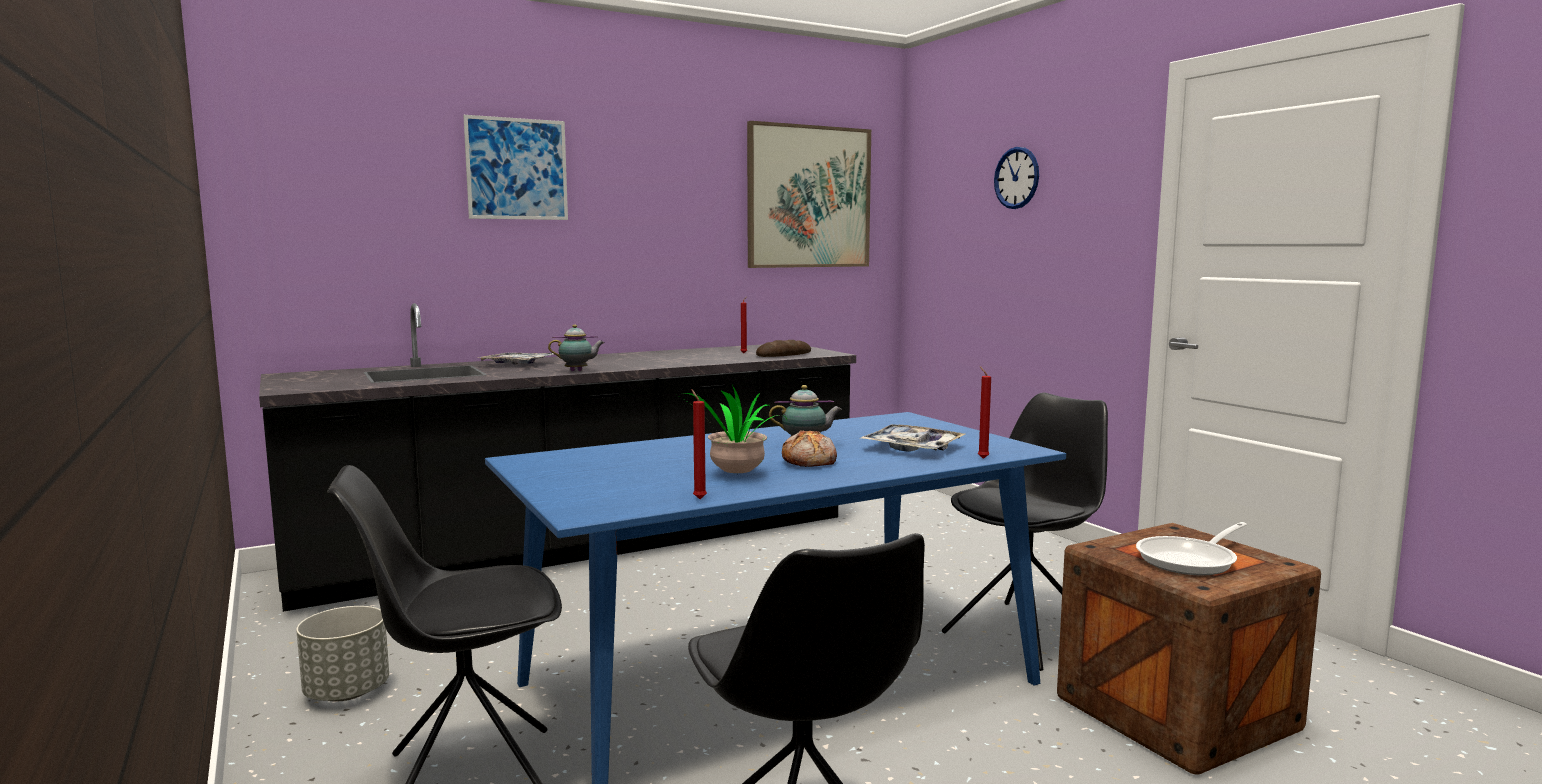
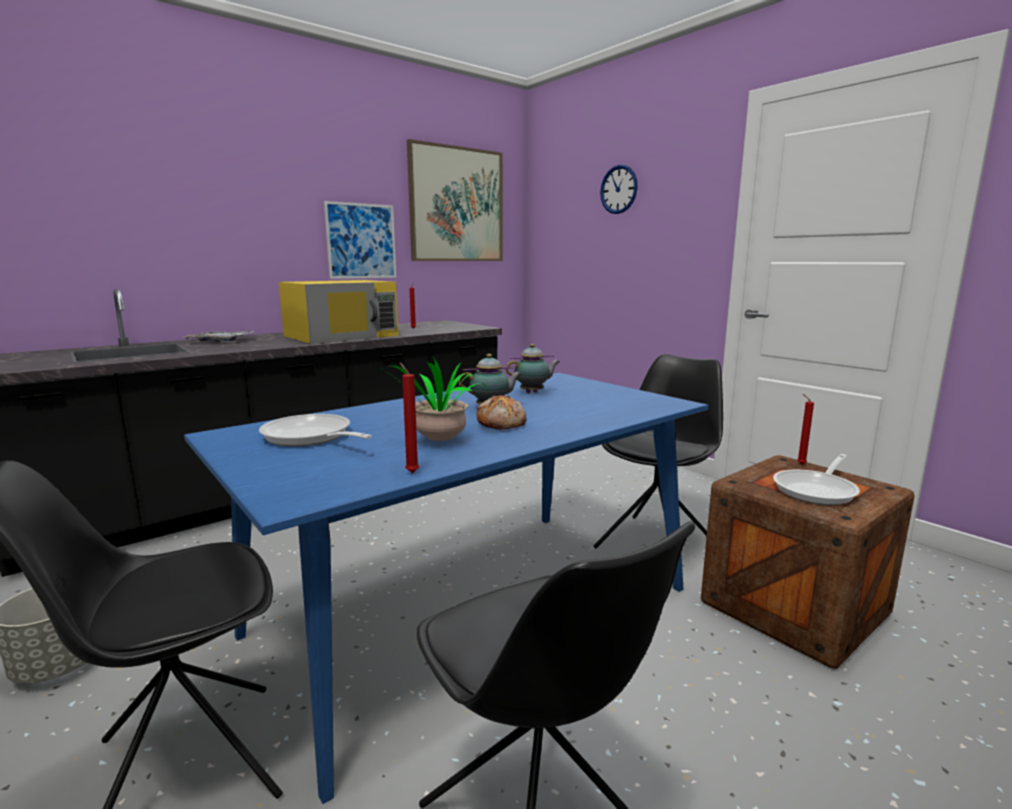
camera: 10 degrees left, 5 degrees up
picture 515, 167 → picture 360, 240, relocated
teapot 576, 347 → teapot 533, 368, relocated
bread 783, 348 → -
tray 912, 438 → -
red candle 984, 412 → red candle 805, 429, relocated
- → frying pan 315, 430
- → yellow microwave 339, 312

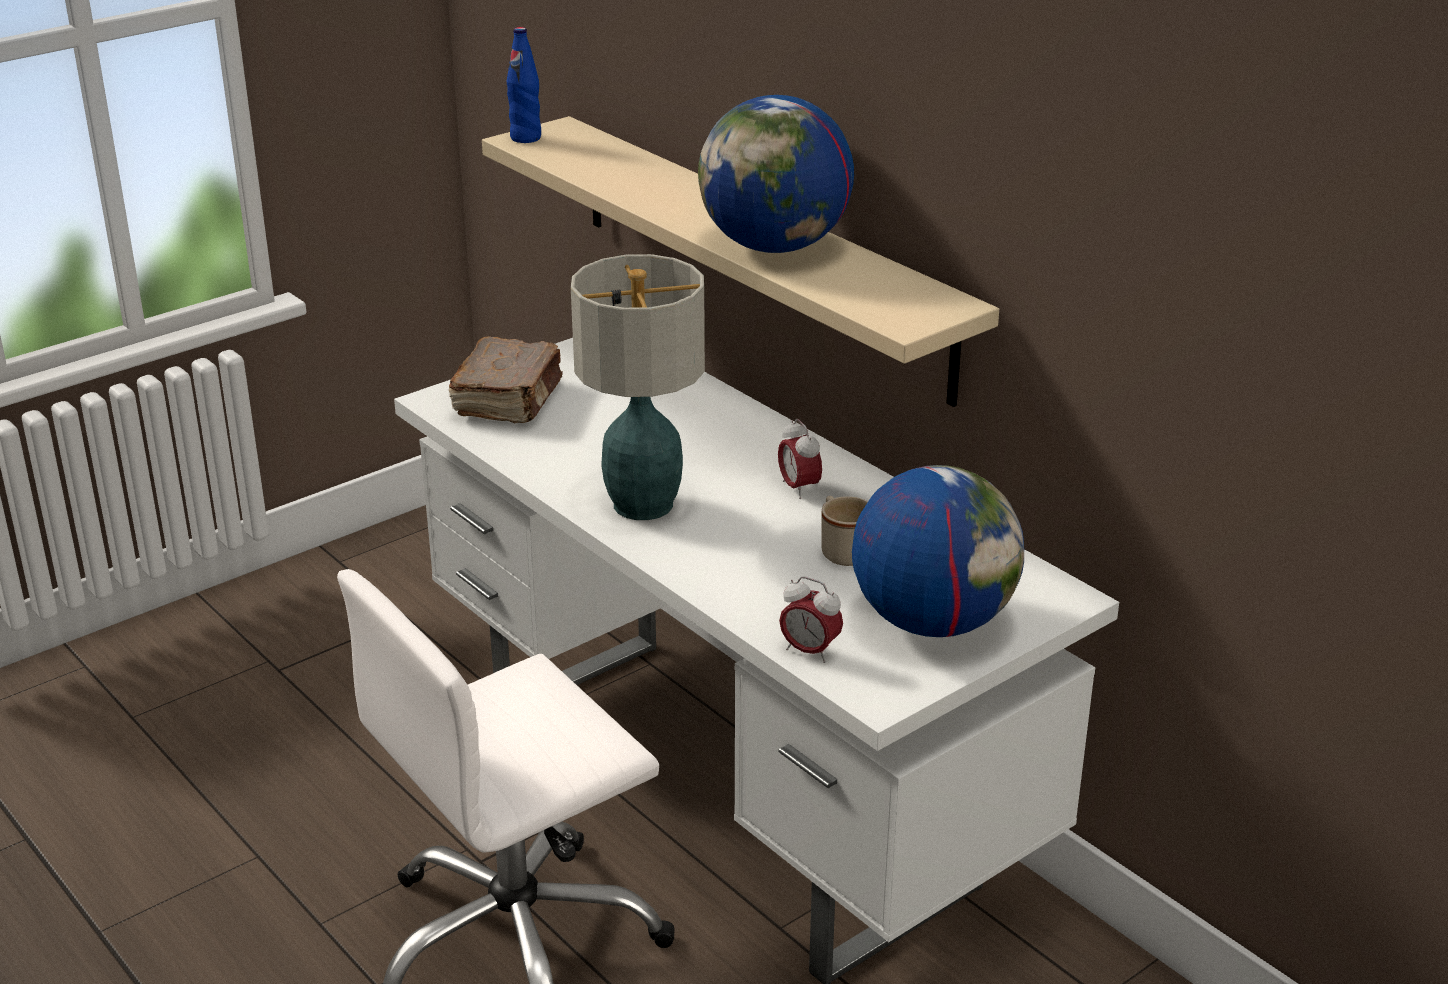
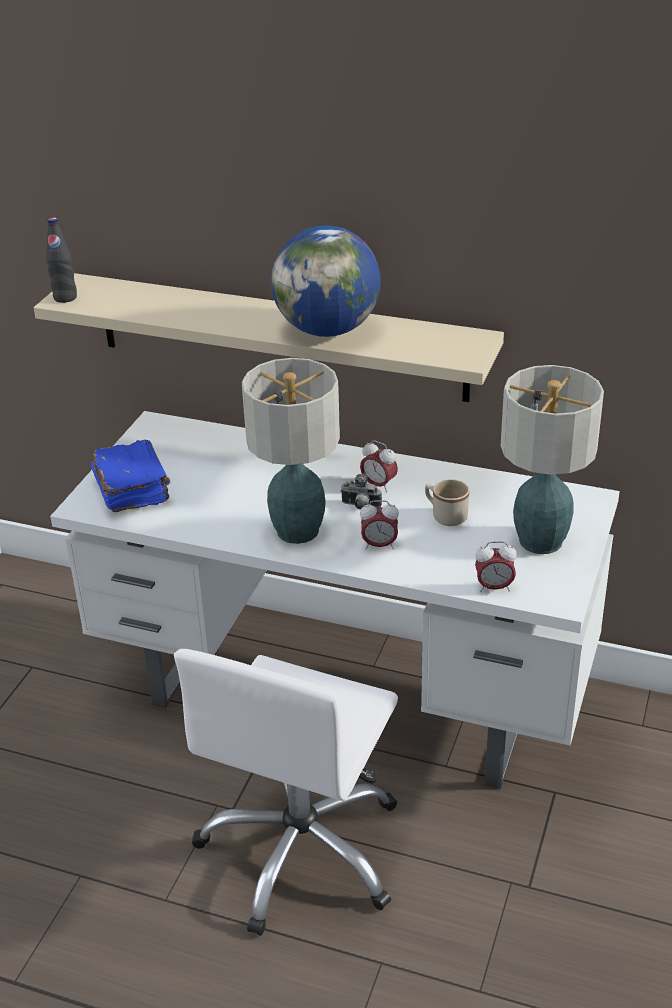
camera: 30 degrees left, 5 degrees up
brown book 506, 379 → blue book 130, 475
blue bottle 524, 85 → black bottle 61, 260
globe 938, 551 → table lamp 552, 459
- → photo camera 361, 491
- → alarm clock 379, 525

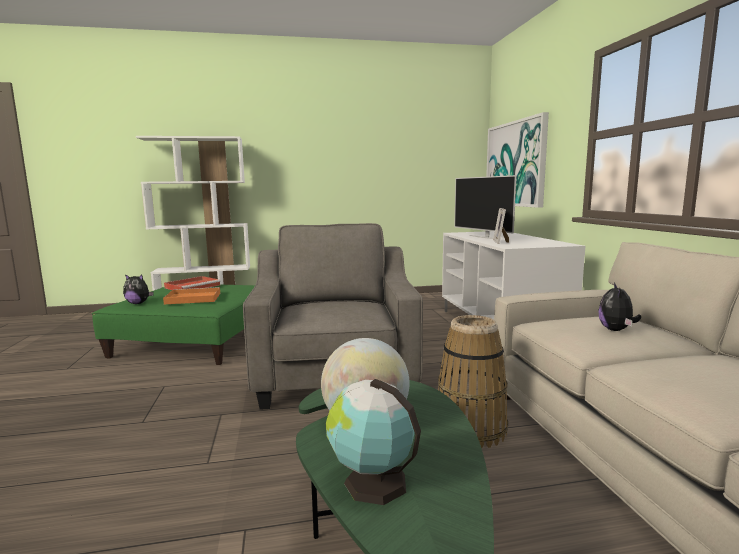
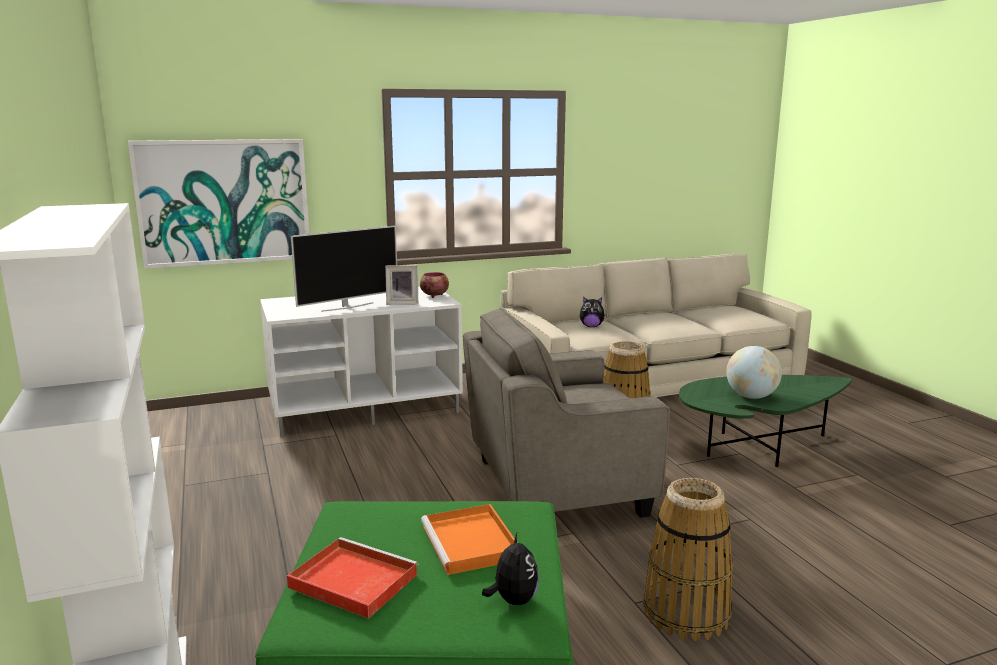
camera: 100 degrees left, 5 degrees up
globe 373, 442 → -
- → bowl 434, 285
- → basket 688, 559

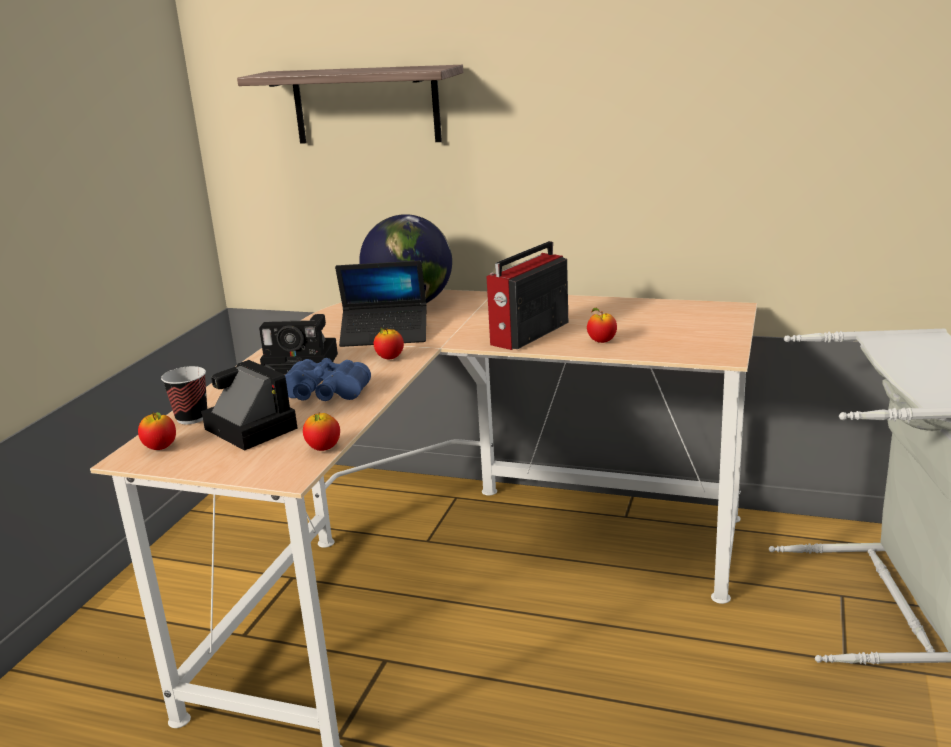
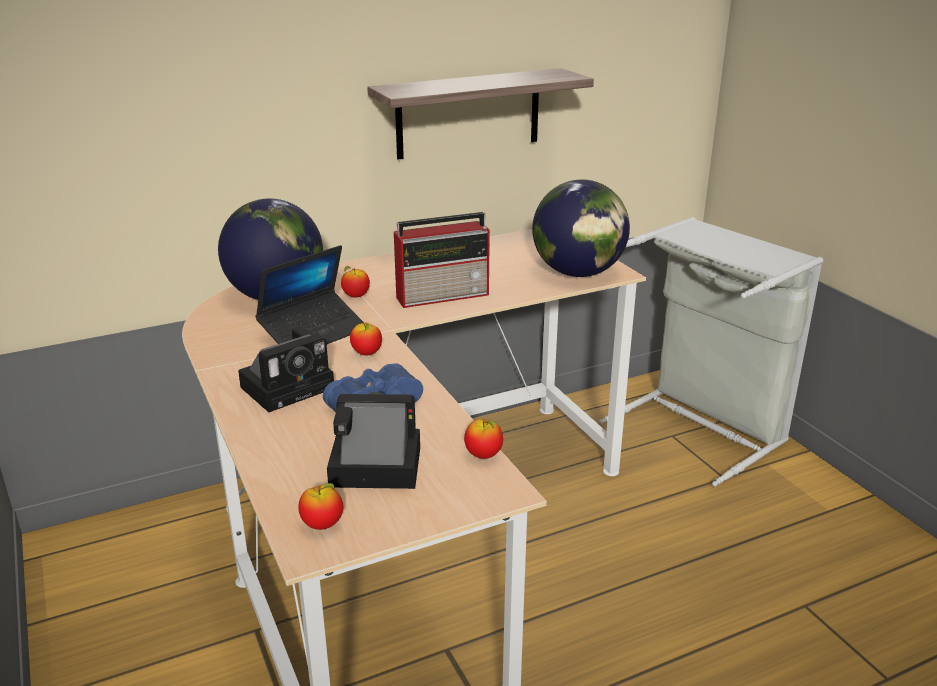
camera: 45 degrees left, 5 degrees up
cup 184, 395 → -
shelf 350, 104 → shelf 480, 114, relocated
radio 527, 295 → radio 442, 260, 105 degrees counterclockwise
apple 602, 325 → apple 355, 282, relocated
- → globe 581, 228

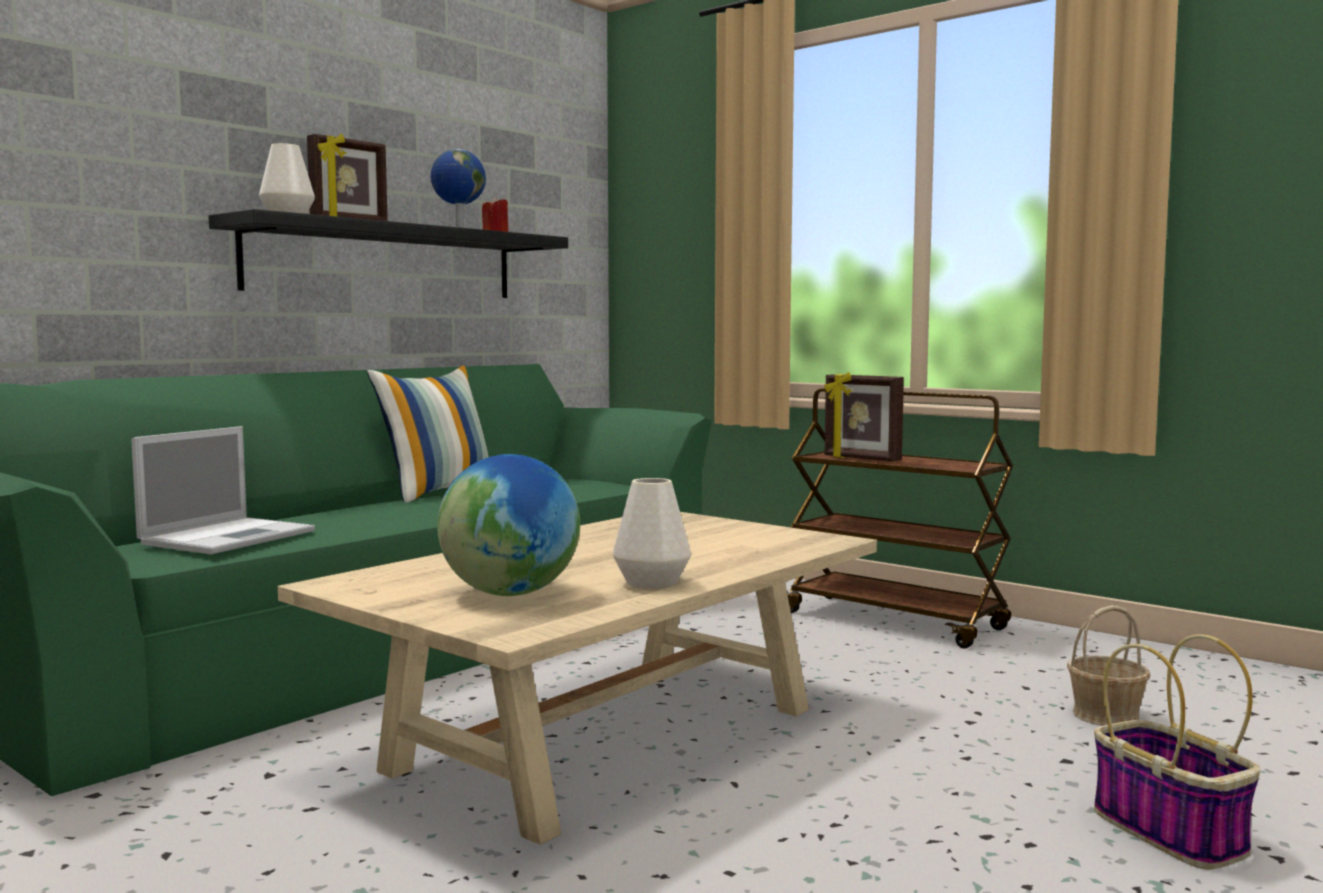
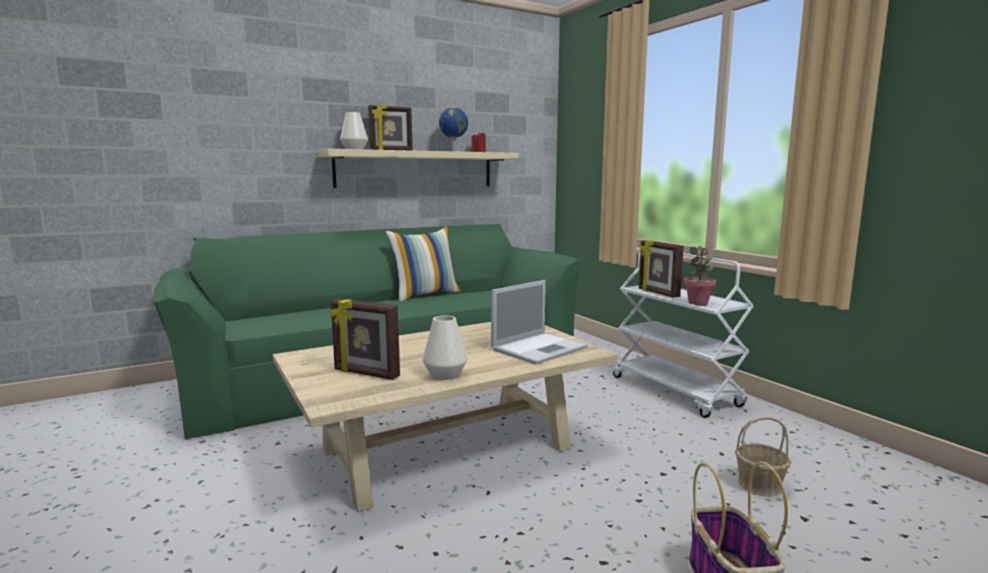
camera: 20 degrees right, 5 degrees up
laptop 223, 490 → laptop 539, 322, relocated
black shelf 388, 253 → beige shelf 418, 168
globe 508, 525 → picture frame 365, 339
brown cart 900, 518 → white cart 683, 333
- → potted plant 700, 275

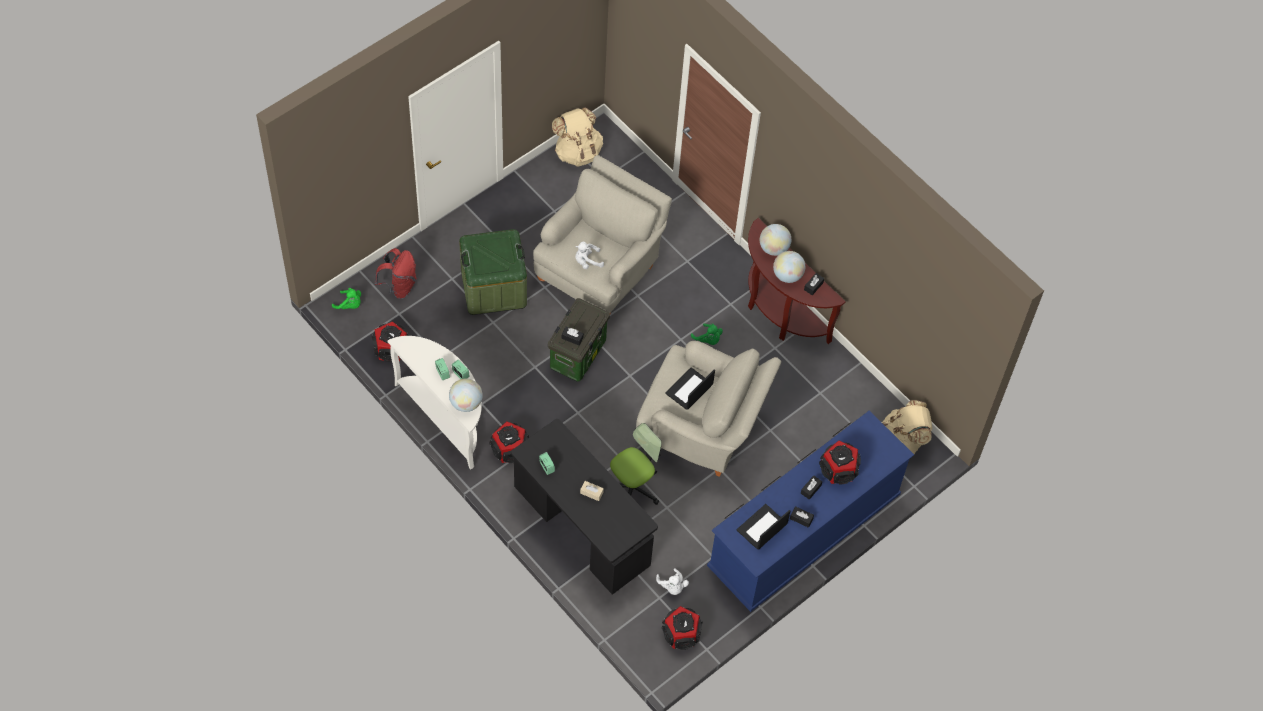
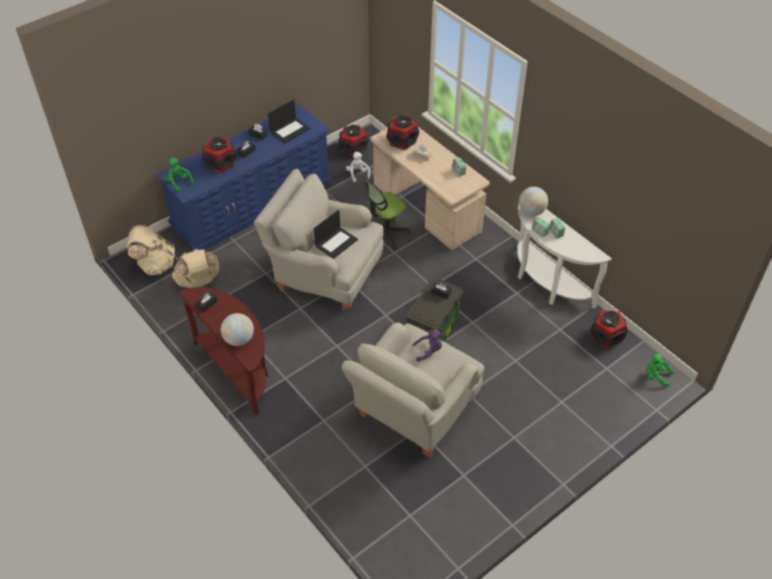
camera: 175 degrees left, 10 degrees down
red backpack 396, 273 → -
green storage box 493, 272 → -
speaker 509, 442 → speaker 403, 132, relocated
black desk 584, 507 → beige desk 430, 188
beige backpack 577, 137 → beige backpack 196, 268, relocated
white plush toy 589, 255 → purple plush toy 427, 345
green plush toy 707, 334 → green plush toy 179, 175, relocated
globe 789, 267 → -

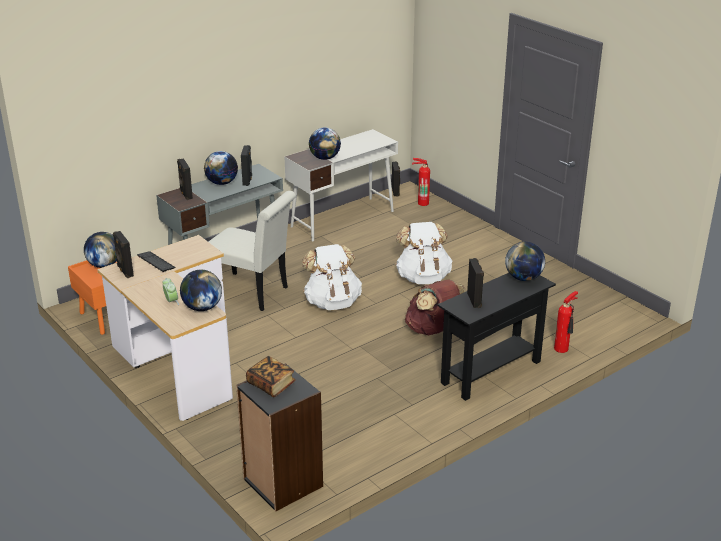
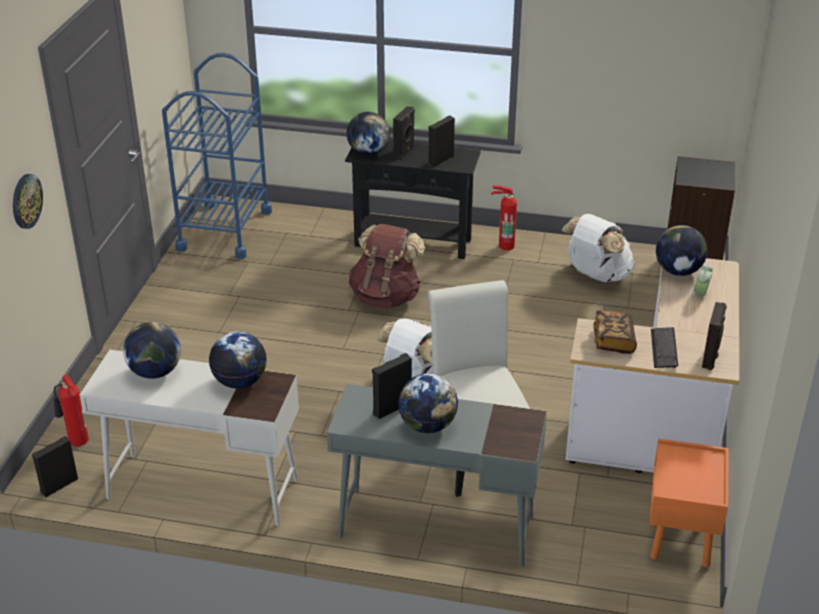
camera: 130 degrees left, 5 degrees up
globe 100, 250 → globe 152, 350, relocated
black speaker 185, 179 → black speaker 404, 132, relocated
book 271, 376 → book 615, 332, relocated
white backpack 423, 253 → white backpack 598, 248, relocated
fire extinguisher 566, 322 → fire extinguisher 504, 217, relocated
- → wall clock 28, 201
- → blue cart 217, 156

